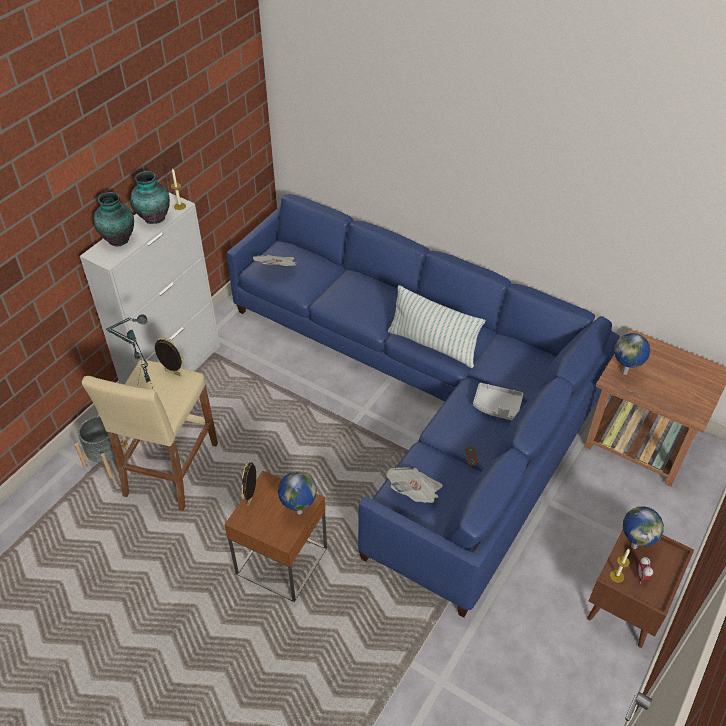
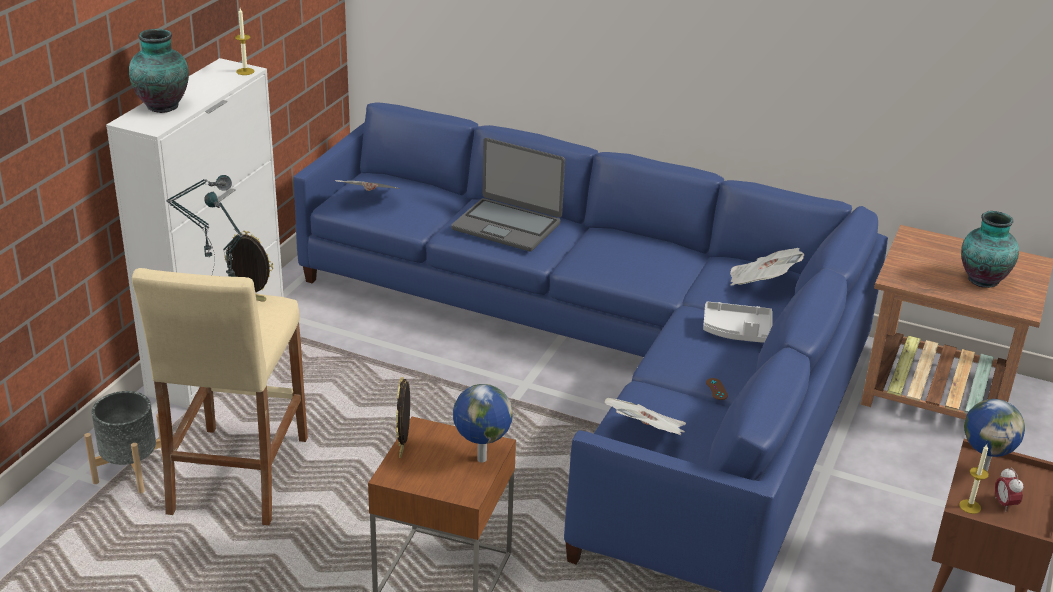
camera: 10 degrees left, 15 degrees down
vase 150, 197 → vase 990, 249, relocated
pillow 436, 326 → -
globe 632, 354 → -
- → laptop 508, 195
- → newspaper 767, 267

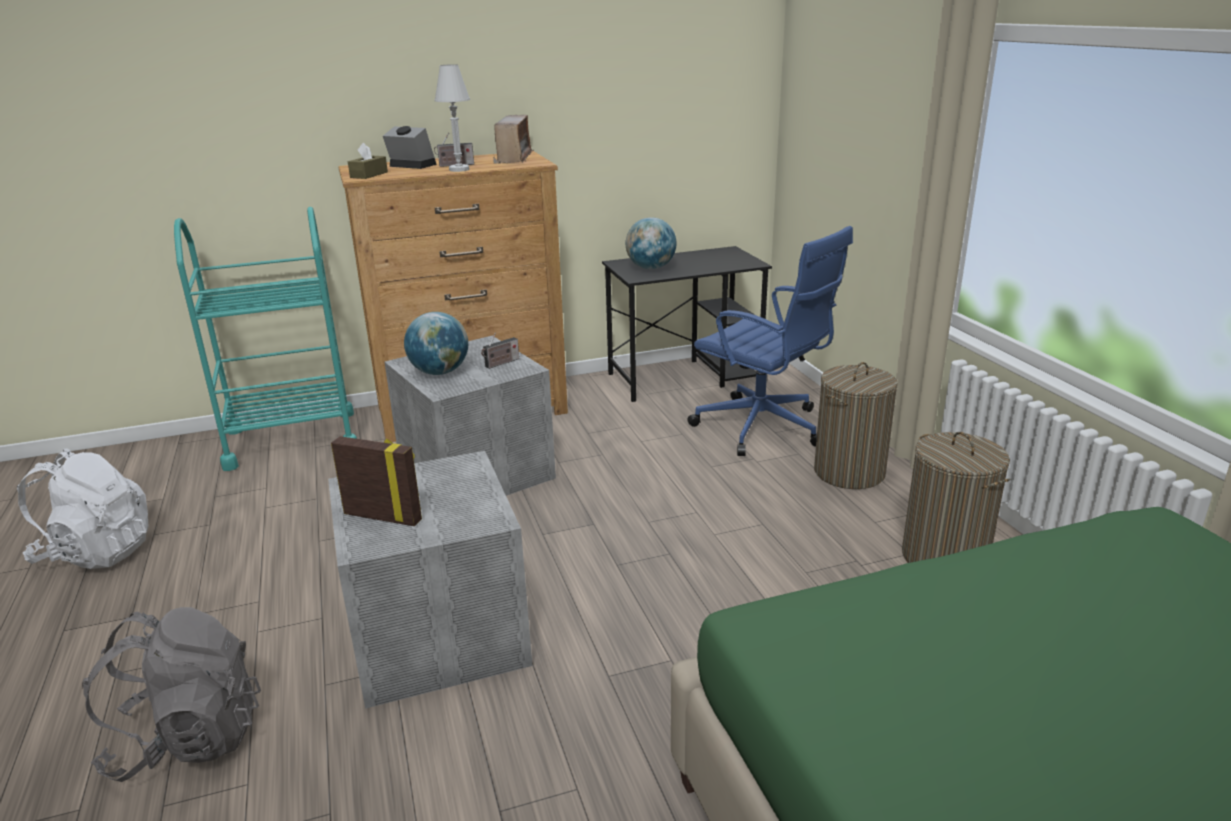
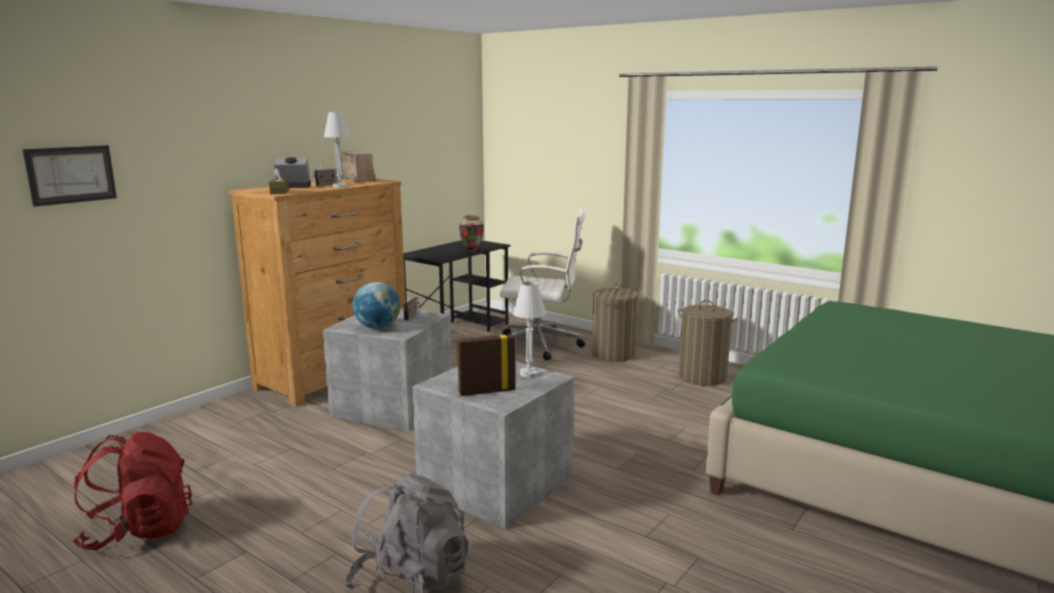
camera: 35 degrees left, 10 degrees down
white backpack 83, 509 → red backpack 132, 491
turquoise cart 265, 339 → -
globe 651, 243 → -
blue office chair 770, 341 → white office chair 542, 284
- → picture 69, 176
- → vase 471, 233
- → white table lamp 529, 329

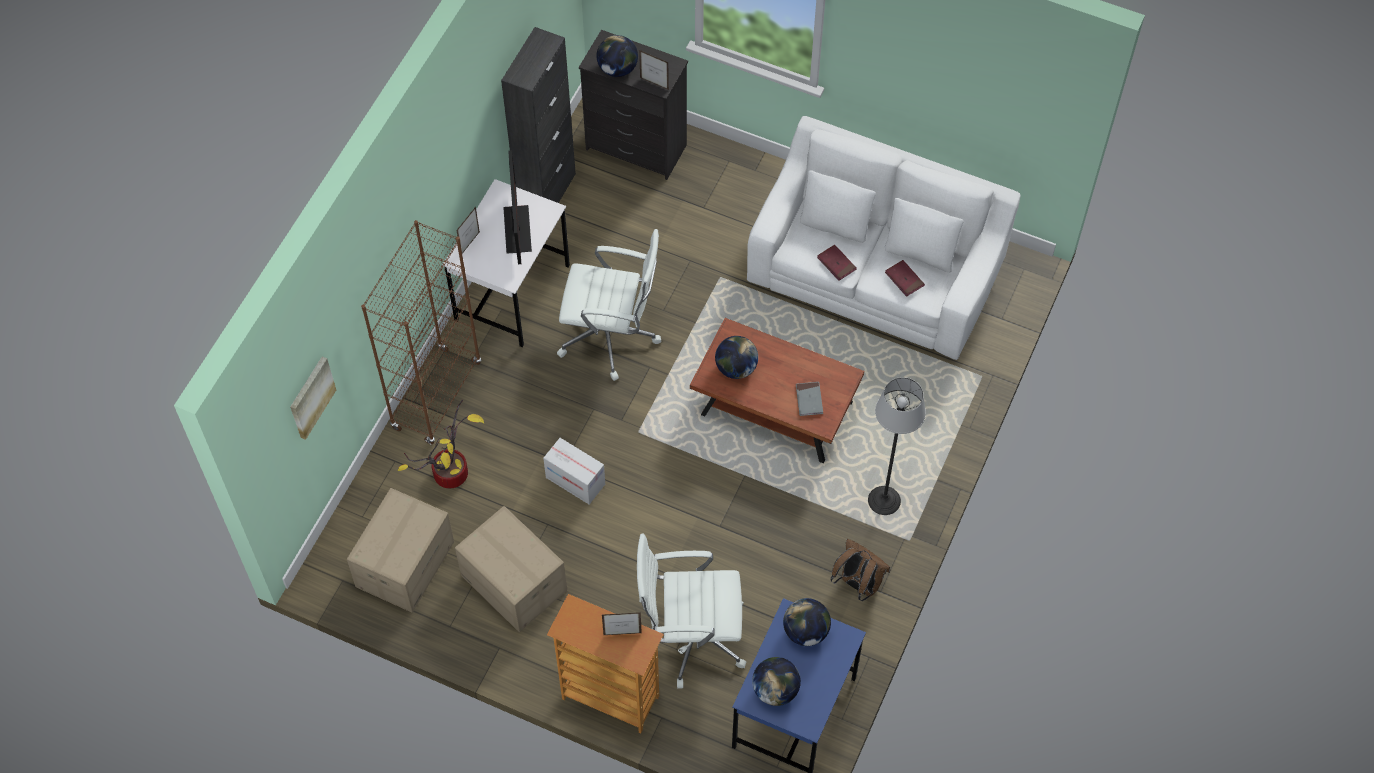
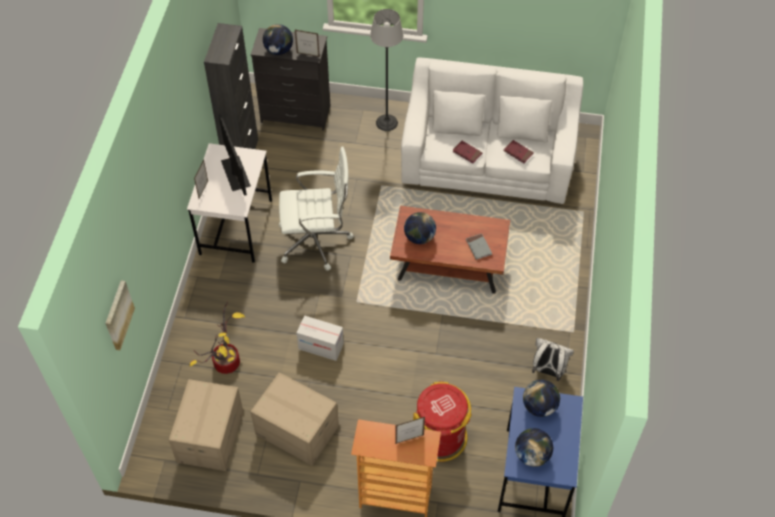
camera: 15 degrees left, 5 degrees down
brown bookcase 421, 332 → -
white office chair 691, 610 → red trash can 442, 421
brown backpack 860, 570 → white backpack 553, 359
floor lamp 897, 446 → floor lamp 387, 70, relocated

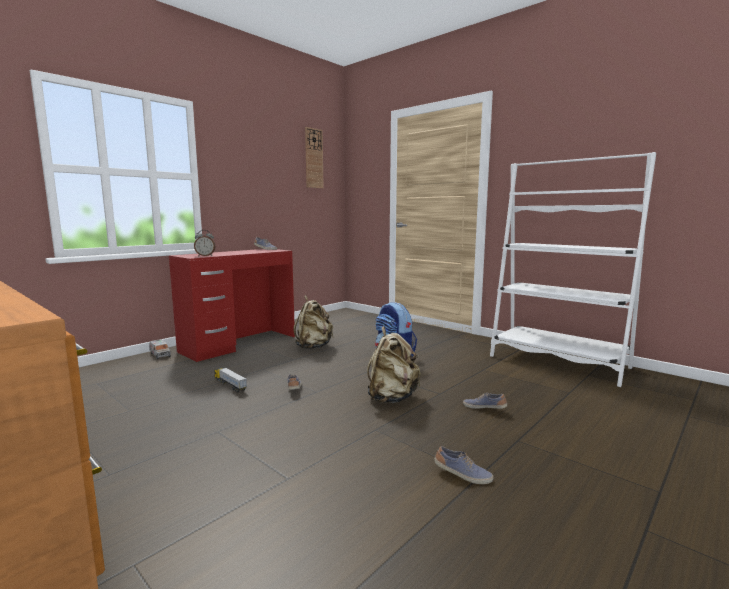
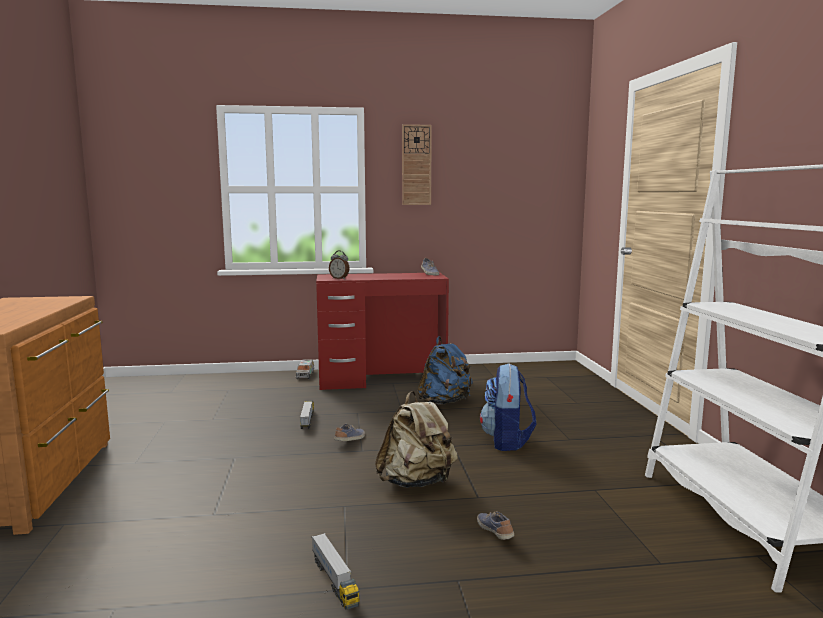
camera: 40 degrees right, 0 degrees up
beige backpack 313, 322 → blue backpack 445, 370
wall clock 314, 157 → wall clock 417, 164, relocated
shoe 463, 465 → toy truck 335, 571

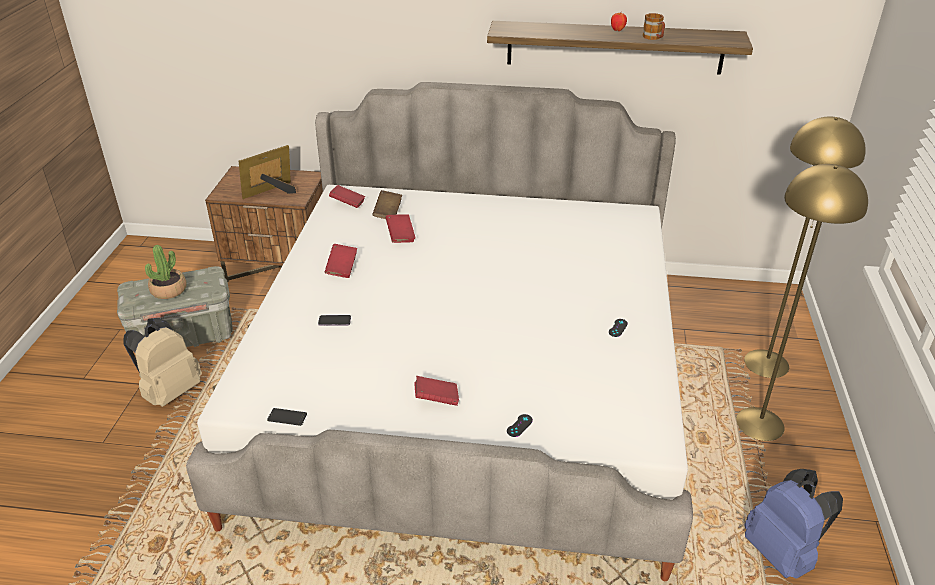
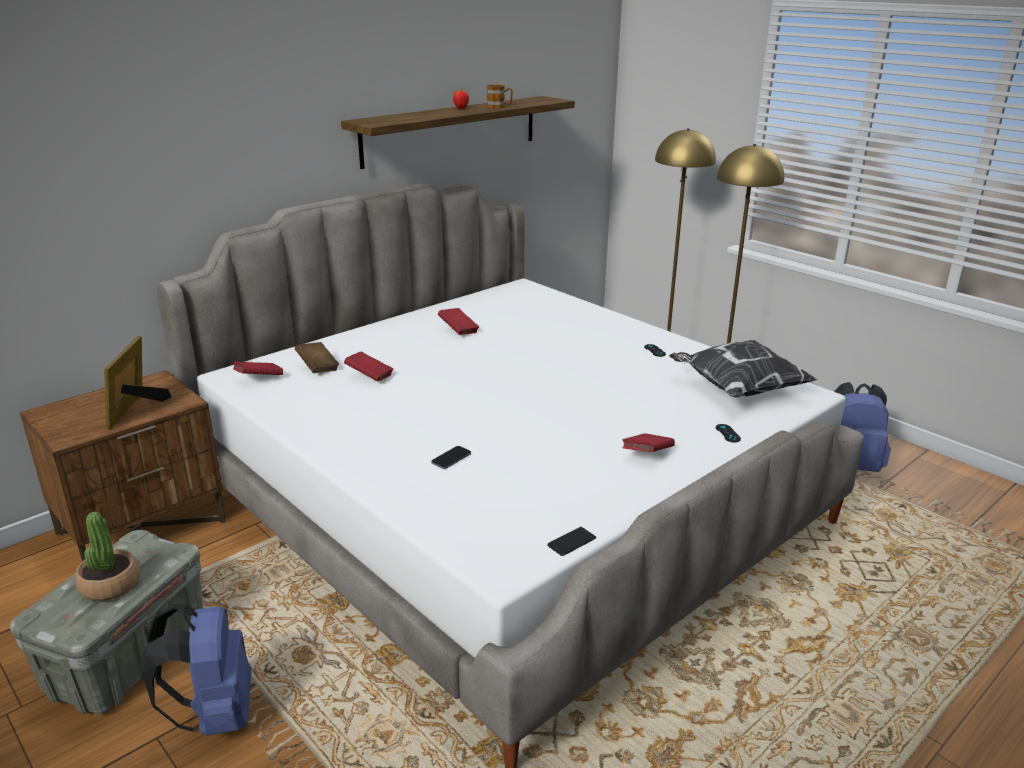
camera: 50 degrees left, 10 degrees down
beige backpack 163, 362 → blue backpack 196, 670
red book 341, 261 → red book 458, 321, relocated
- → pillow 743, 369

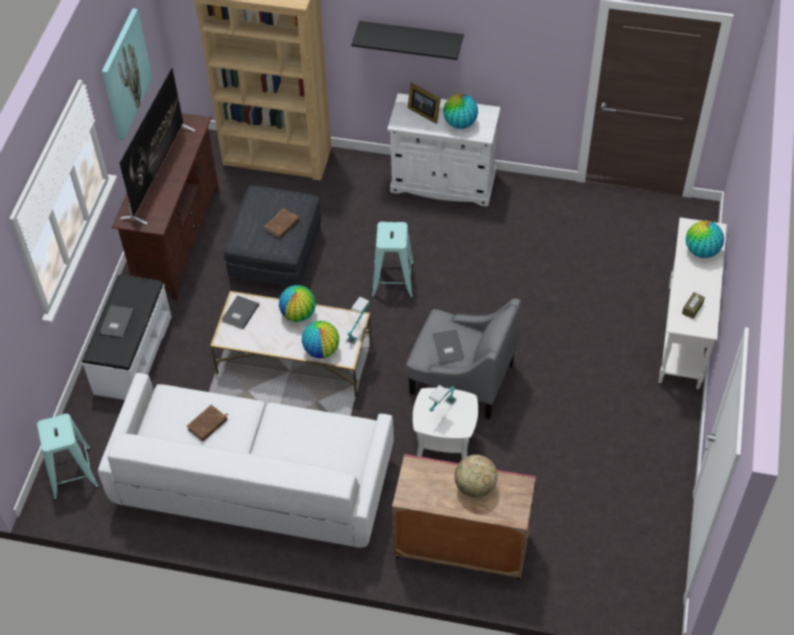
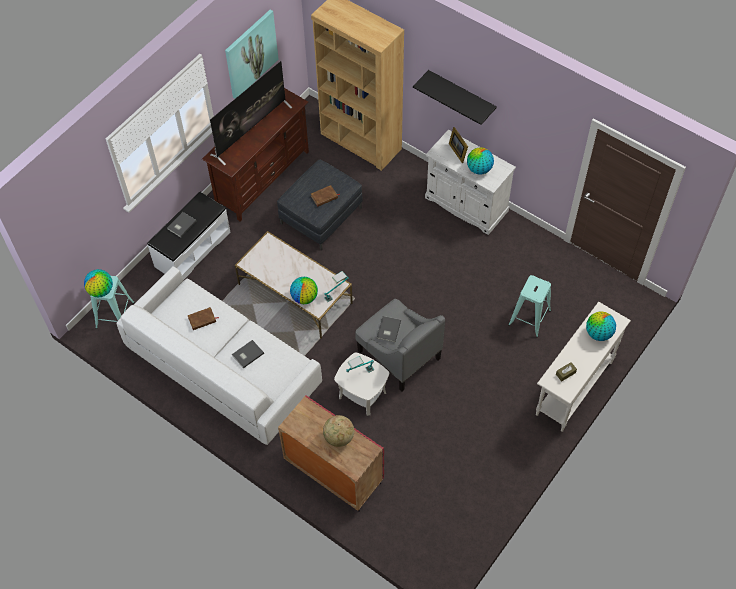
camera: 25 degrees right, 5 degrees up
grey book 240, 312 → grey book 248, 354, relocated
globe 297, 303 → globe 98, 283, relocated
turquoise stool 393, 260 → turquoise stool 529, 306, relocated

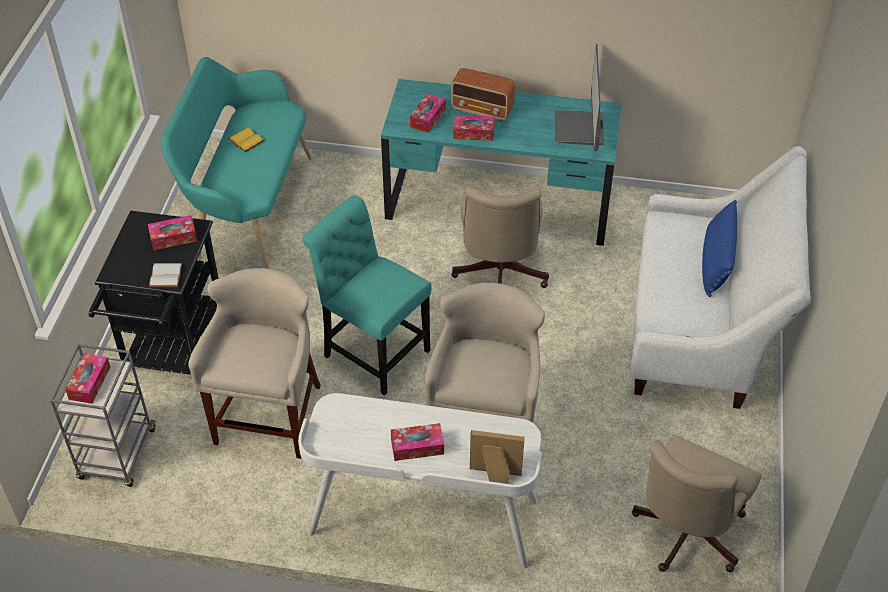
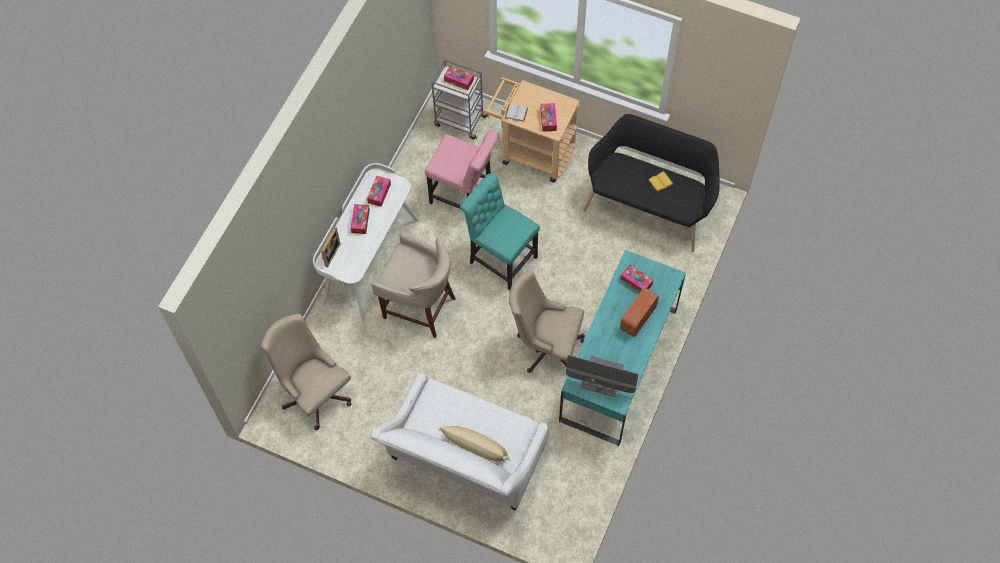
camera: 105 degrees right, 15 degrees up
black cart 154, 294 → beige cart 531, 130
turquoise bench 236, 163 → black bench 651, 183
beige stool 254, 363 → pink chair 462, 168
turquoise chair 367, 295 → turquoise chair 500, 231, 105 degrees counterclockwise
tissue box 474, 128 → tissue box 379, 191, relocated
blue pillow 719, 248 → beige pillow 474, 443

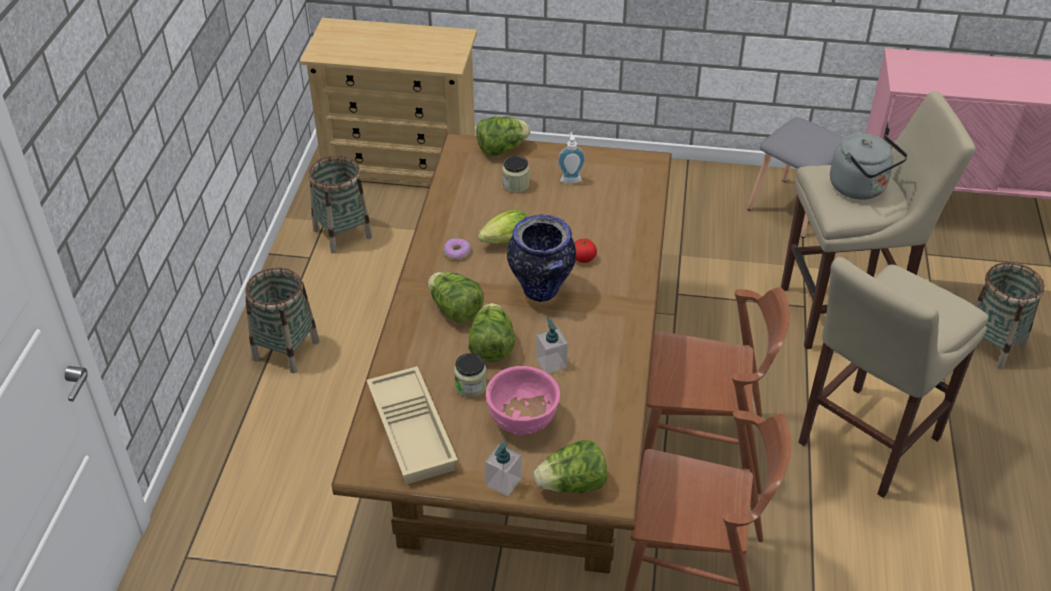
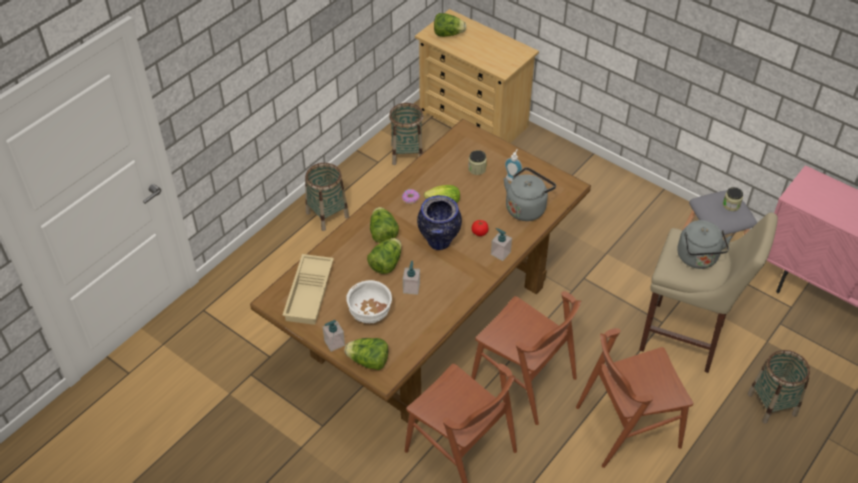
camera: 30 degrees right, 5 degrees up
jar 470, 375 → jar 733, 199, relocated
lettuce 503, 136 → lettuce 450, 25, relocated
pink bowl 523, 400 → white bowl 369, 301
beige stool 893, 377 → brown chair 634, 398
- → soap dispenser 501, 244
- → grey kettle 530, 194

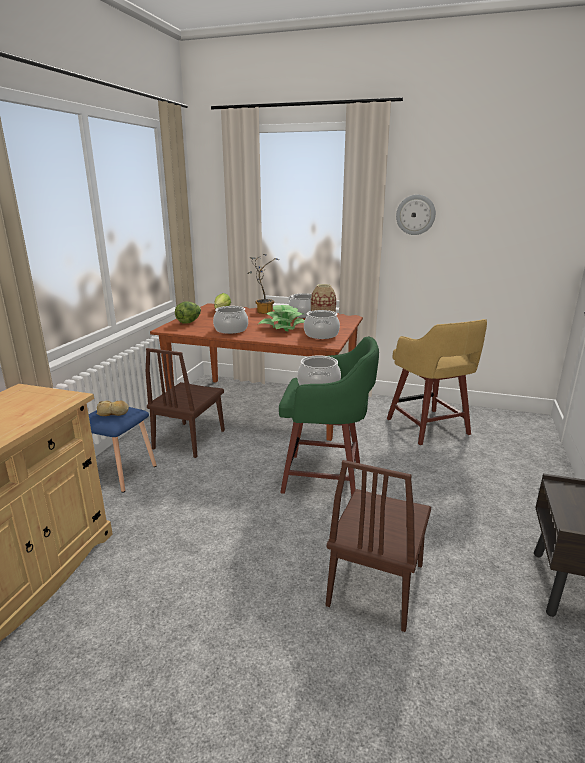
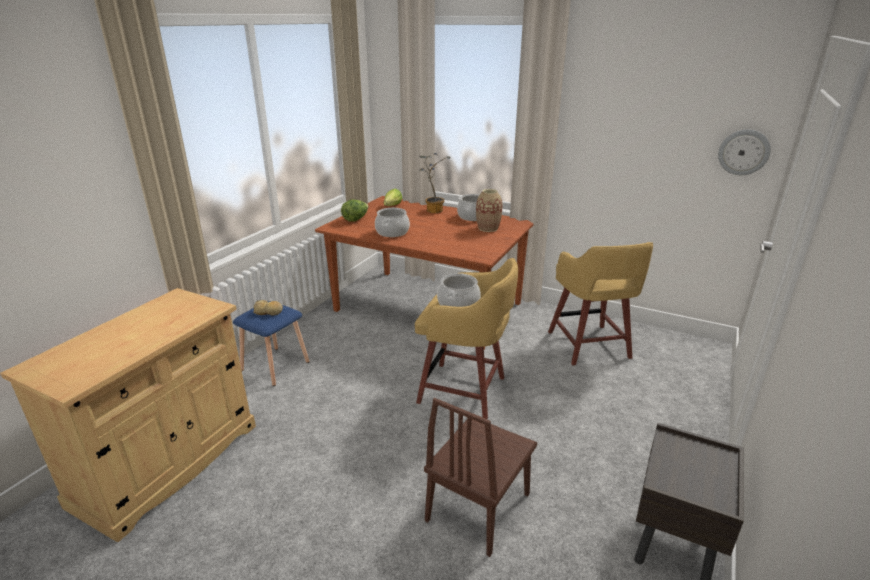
camera: 10 degrees right, 5 degrees up
brown chair 185, 403 → -
potted plant 281, 318 → -
green stool 329, 416 → yellow stool 466, 338
cooking pot 322, 324 → -
wall clock 416, 215 → wall clock 744, 152, relocated

